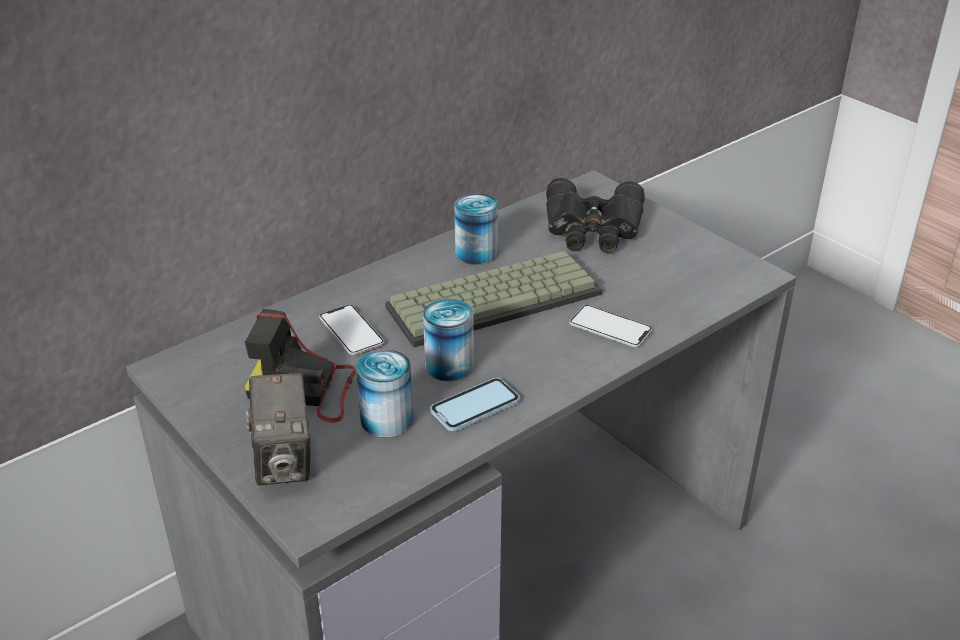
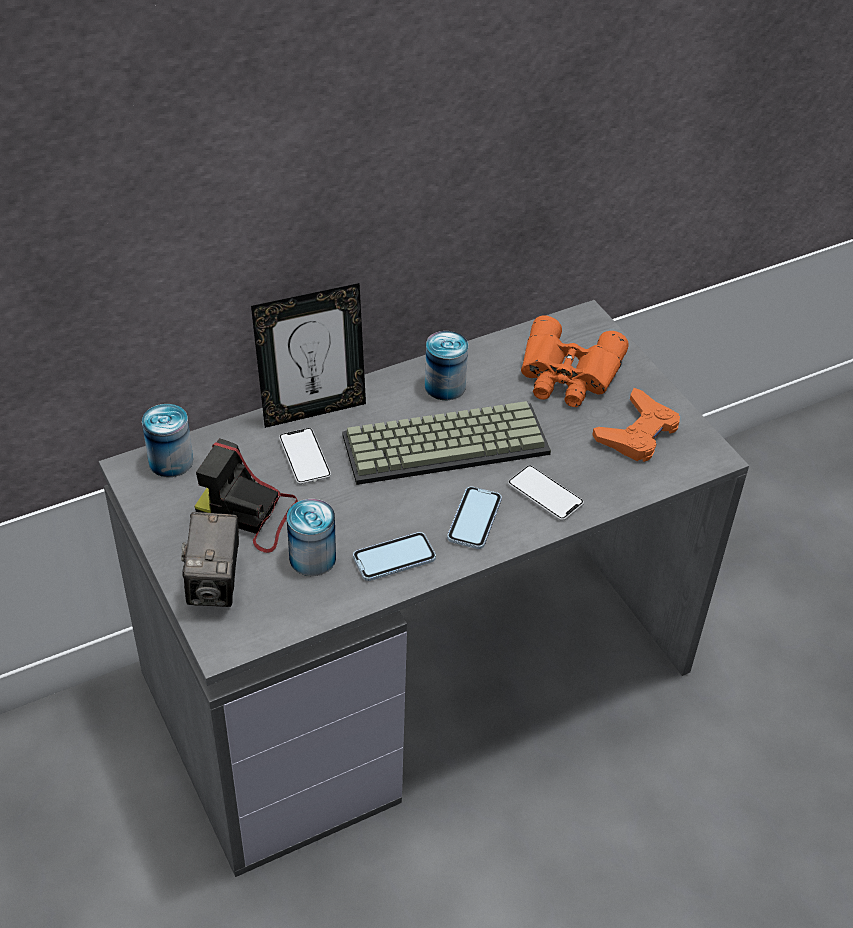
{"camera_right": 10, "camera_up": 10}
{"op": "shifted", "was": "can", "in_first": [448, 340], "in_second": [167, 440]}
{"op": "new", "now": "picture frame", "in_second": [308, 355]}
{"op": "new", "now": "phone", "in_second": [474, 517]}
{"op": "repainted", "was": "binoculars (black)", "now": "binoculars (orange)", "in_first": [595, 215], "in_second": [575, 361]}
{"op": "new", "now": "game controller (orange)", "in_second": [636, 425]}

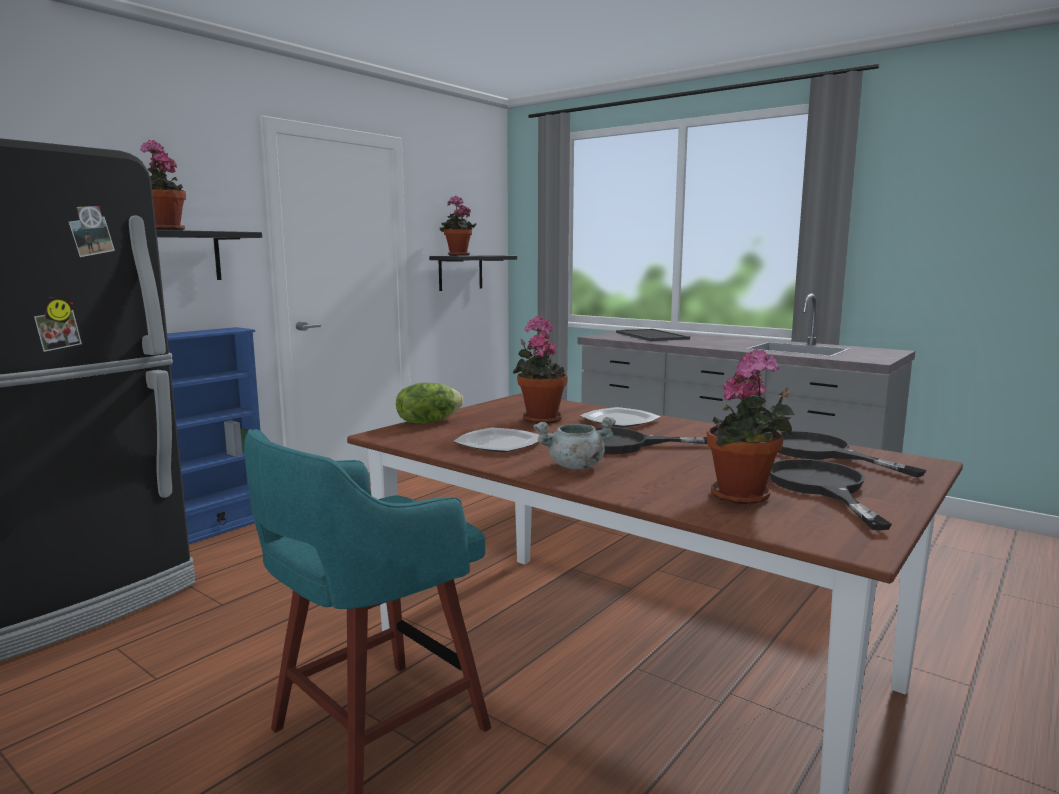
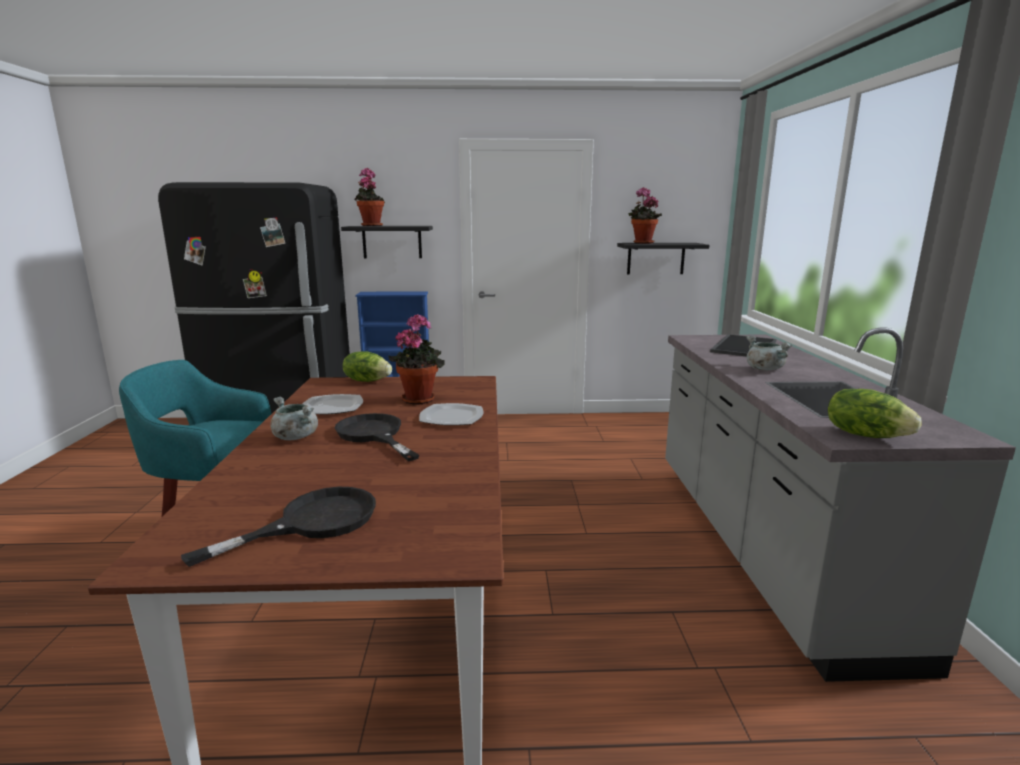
{"camera_right": 50, "camera_up": 5}
{"op": "new", "now": "cooking pot (grey)", "in_second": [769, 353]}
{"op": "new", "now": "lettuce", "in_second": [875, 413]}
{"op": "gone", "was": "potted plant", "in_first": [750, 427]}
{"op": "gone", "was": "frying pan (black)", "in_first": [852, 454]}

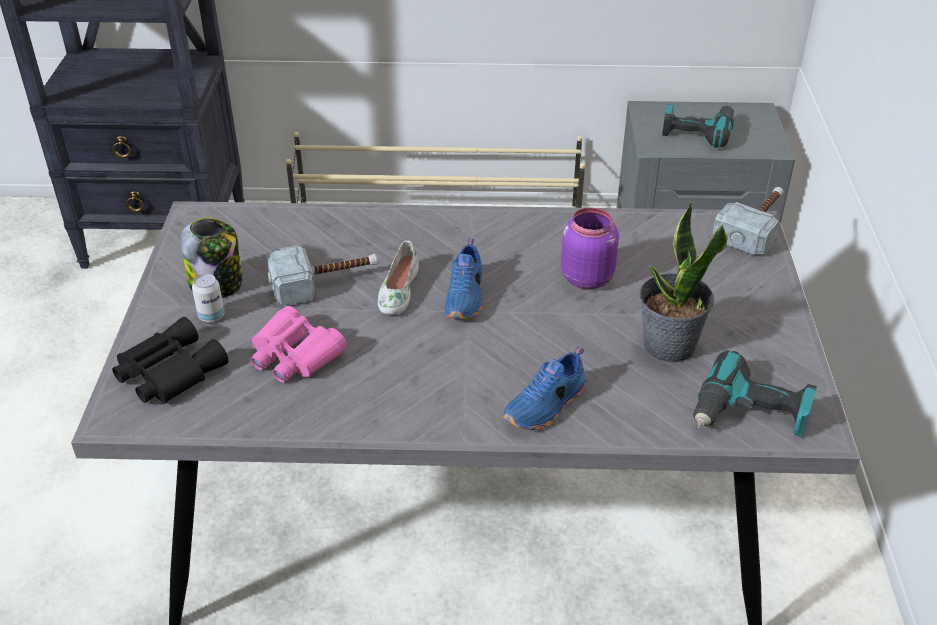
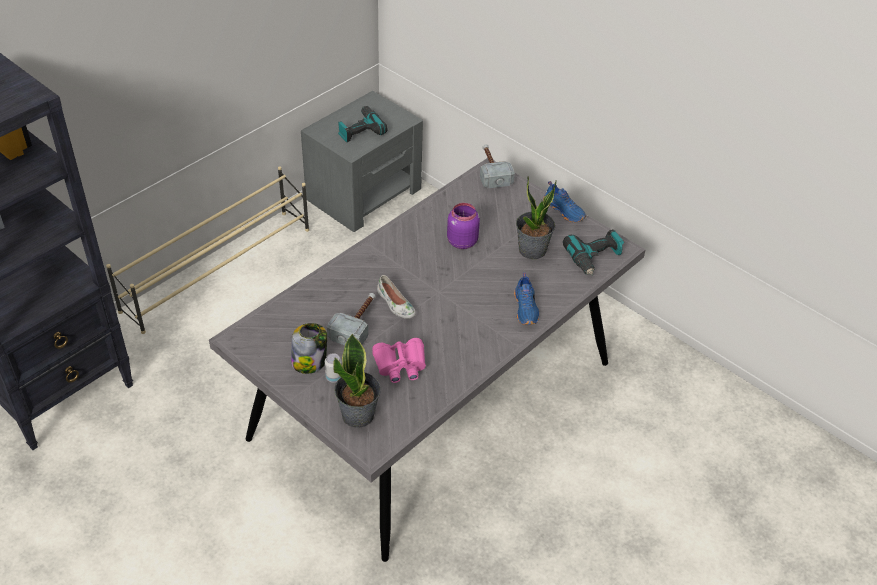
{"camera_right": -50, "camera_up": 5}
{"op": "swapped", "was": "binoculars (black)", "now": "potted plant", "in_first": [170, 360], "in_second": [357, 380]}
{"op": "shifted", "was": "shoe (blue)", "in_first": [463, 278], "in_second": [564, 202]}

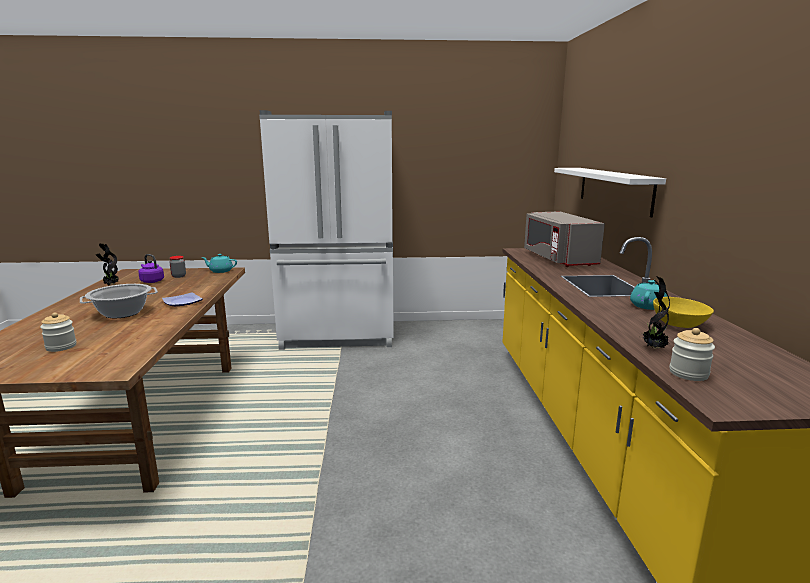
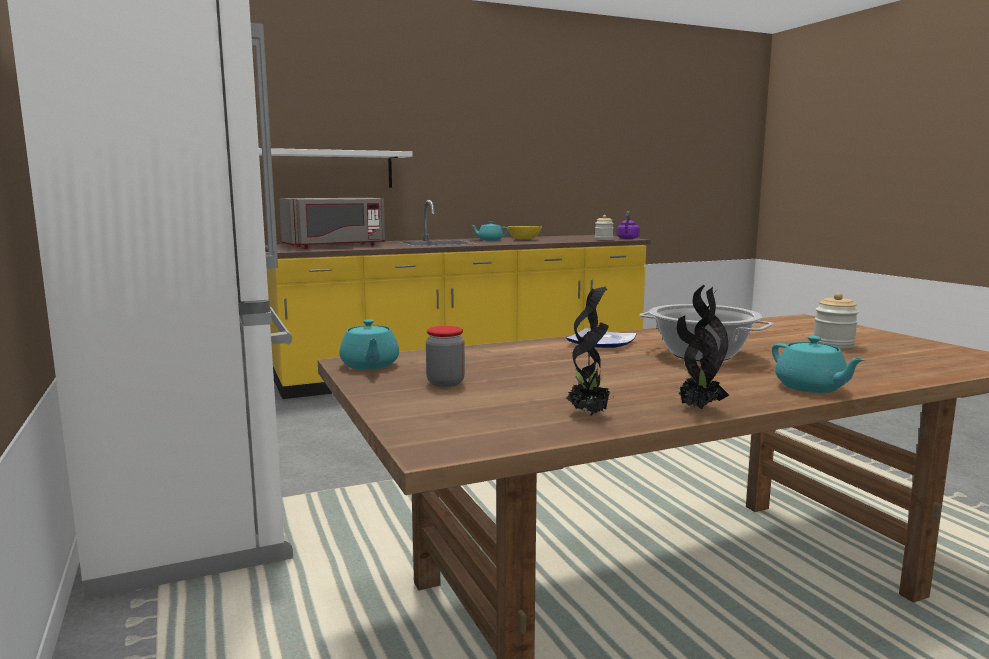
{"camera_right": -110, "camera_up": -5}
{"op": "shifted", "was": "kettle (purple)", "in_first": [151, 268], "in_second": [628, 225]}
{"op": "shifted", "was": "potted plant", "in_first": [656, 312], "in_second": [703, 347]}
{"op": "new", "now": "teapot (turquoise)", "in_second": [818, 364]}

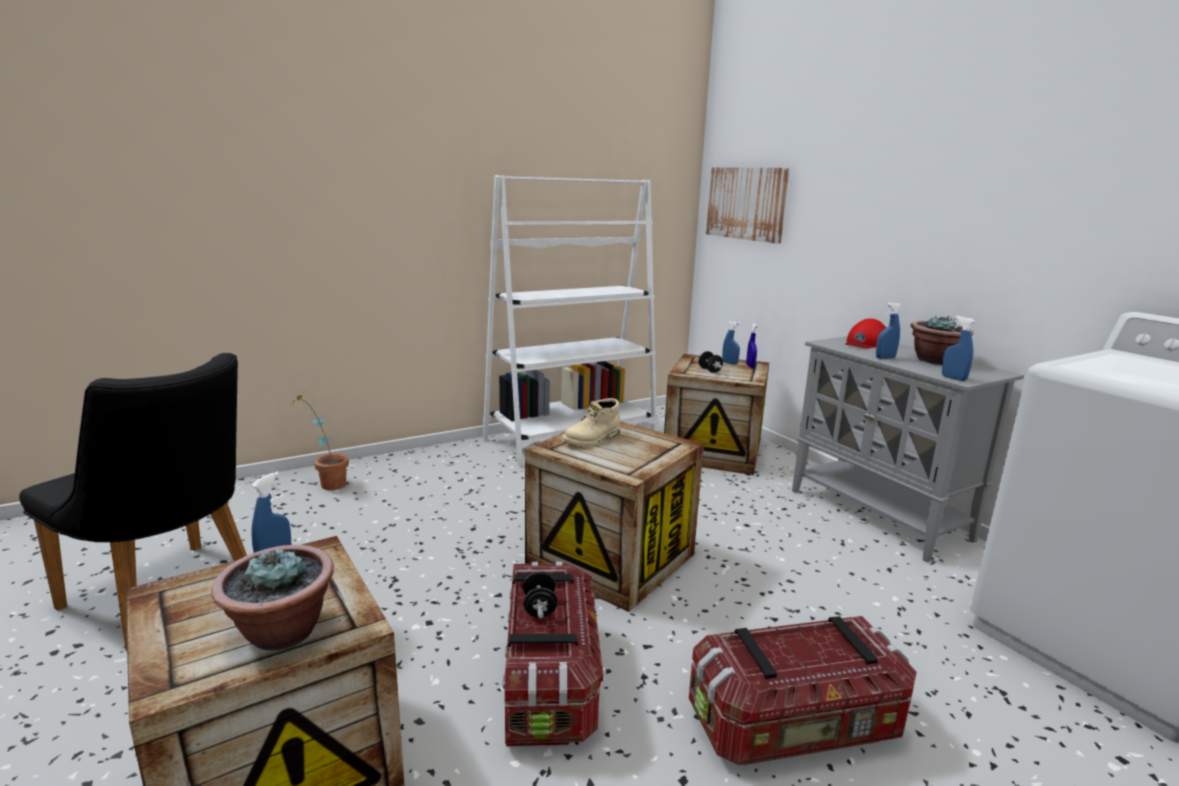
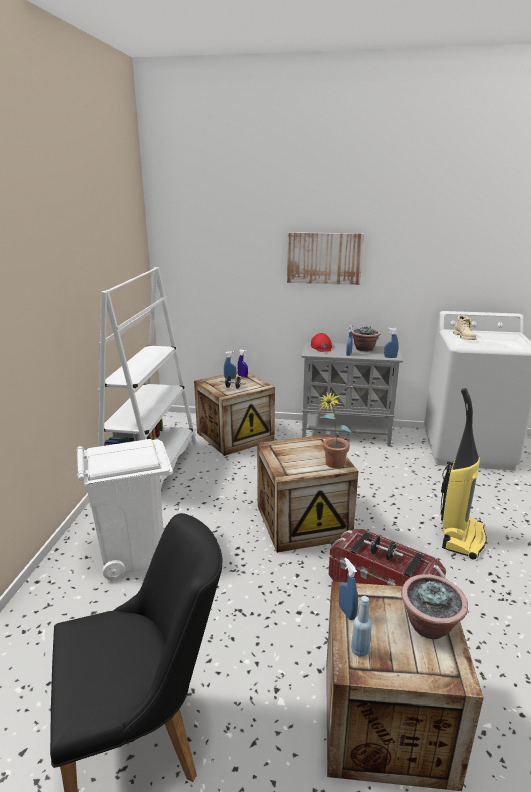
{"camera_right": -50, "camera_up": 5}
{"op": "new", "now": "trash can (white)", "in_second": [124, 509]}
{"op": "shifted", "was": "picture", "in_first": [747, 205], "in_second": [325, 258]}
{"op": "shifted", "was": "potted plant", "in_first": [319, 439], "in_second": [334, 429]}
{"op": "new", "now": "bottle (blue)", "in_second": [361, 626]}
{"op": "swapped", "was": "storage box", "now": "vacuum cleaner", "in_first": [803, 690], "in_second": [463, 474]}
{"op": "shifted", "was": "boot (beige)", "in_first": [591, 422], "in_second": [465, 327]}

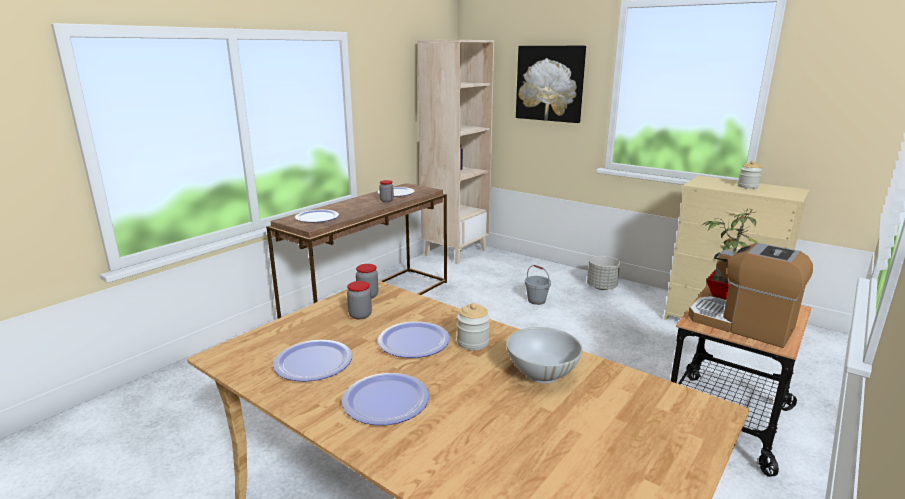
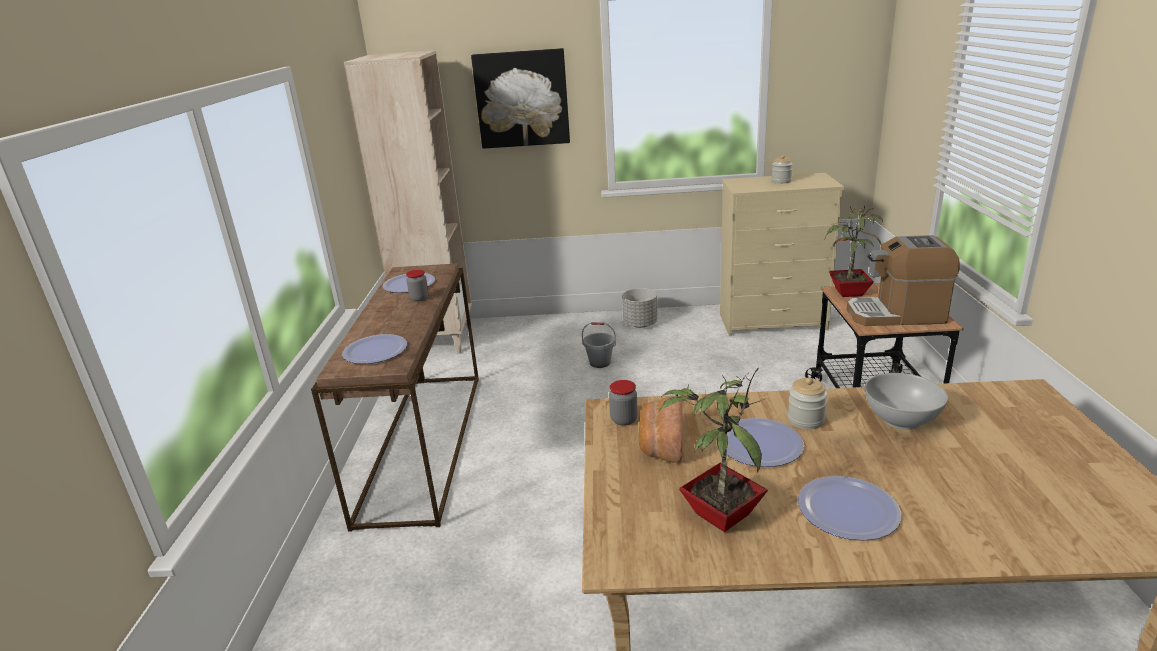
{"camera_right": -35, "camera_up": 5}
{"op": "swapped", "was": "jar", "now": "bread", "in_first": [359, 300], "in_second": [661, 430]}
{"op": "swapped", "was": "plate", "now": "potted plant", "in_first": [312, 361], "in_second": [713, 450]}

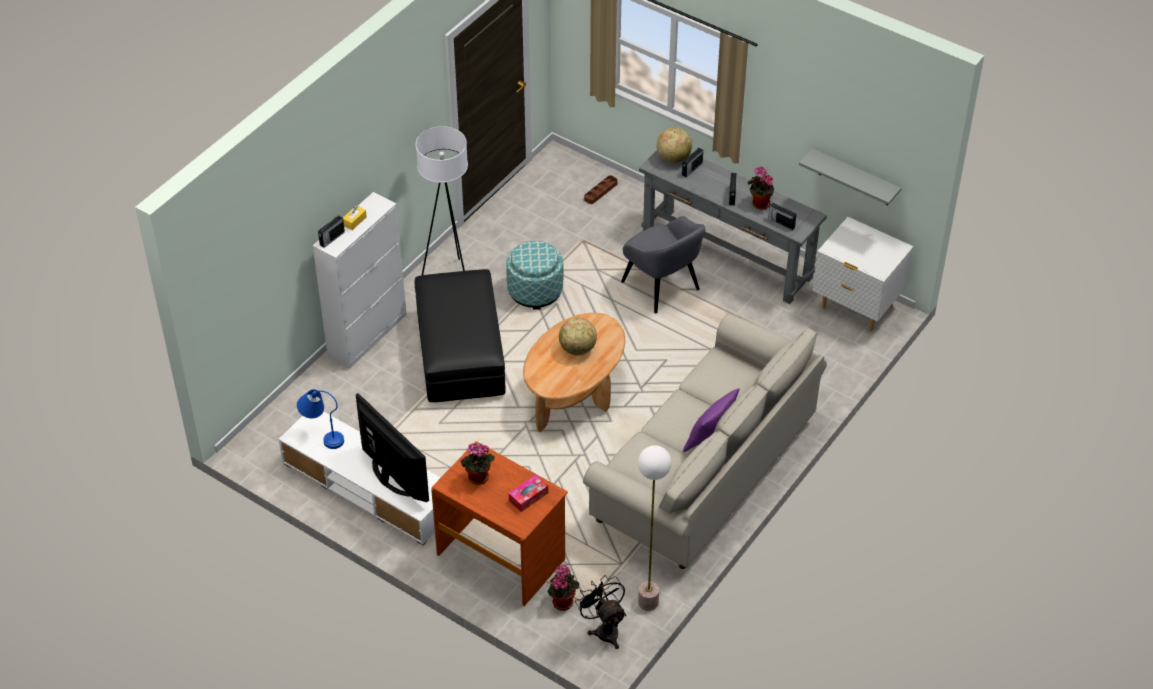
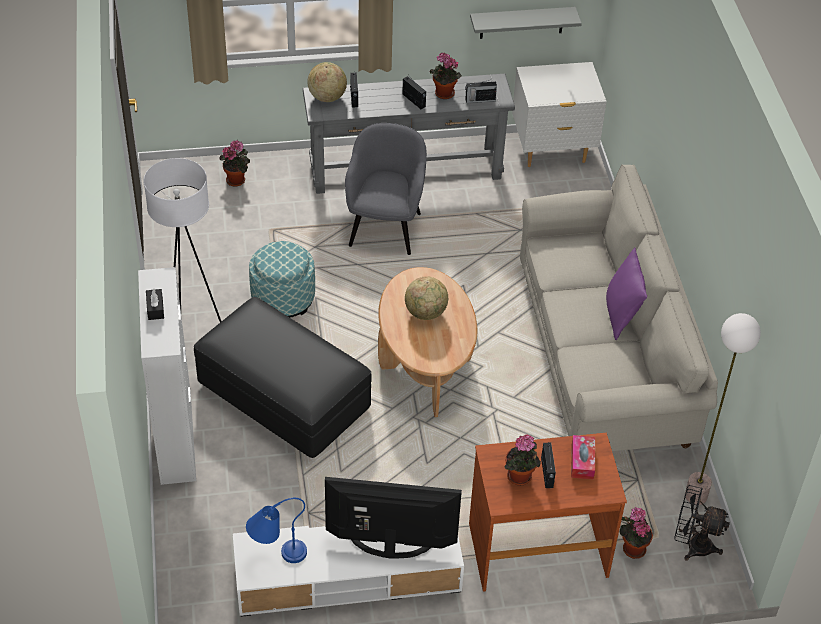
{"camera_right": -45, "camera_up": 0}
{"op": "repainted", "was": "tissue box (yellow)", "now": "tissue box (black)", "in_first": [355, 217], "in_second": [155, 304]}
{"op": "swapped", "was": "tray (brown)", "now": "potted plant", "in_first": [600, 189], "in_second": [234, 163]}
{"op": "rotated", "was": "armchair (grey)", "in_first": [663, 264], "in_second": [386, 189], "clockwise": -90}
{"op": "shifted", "was": "radio", "in_first": [331, 232], "in_second": [548, 465]}

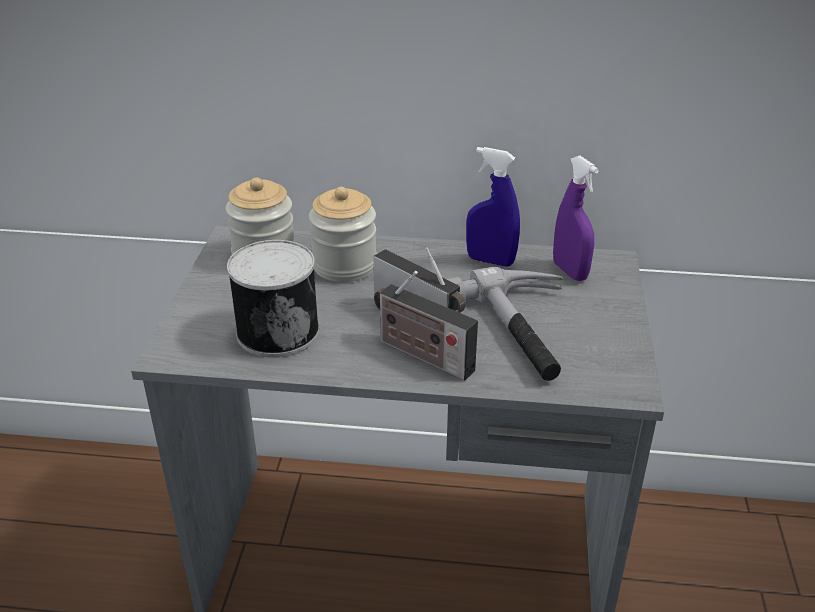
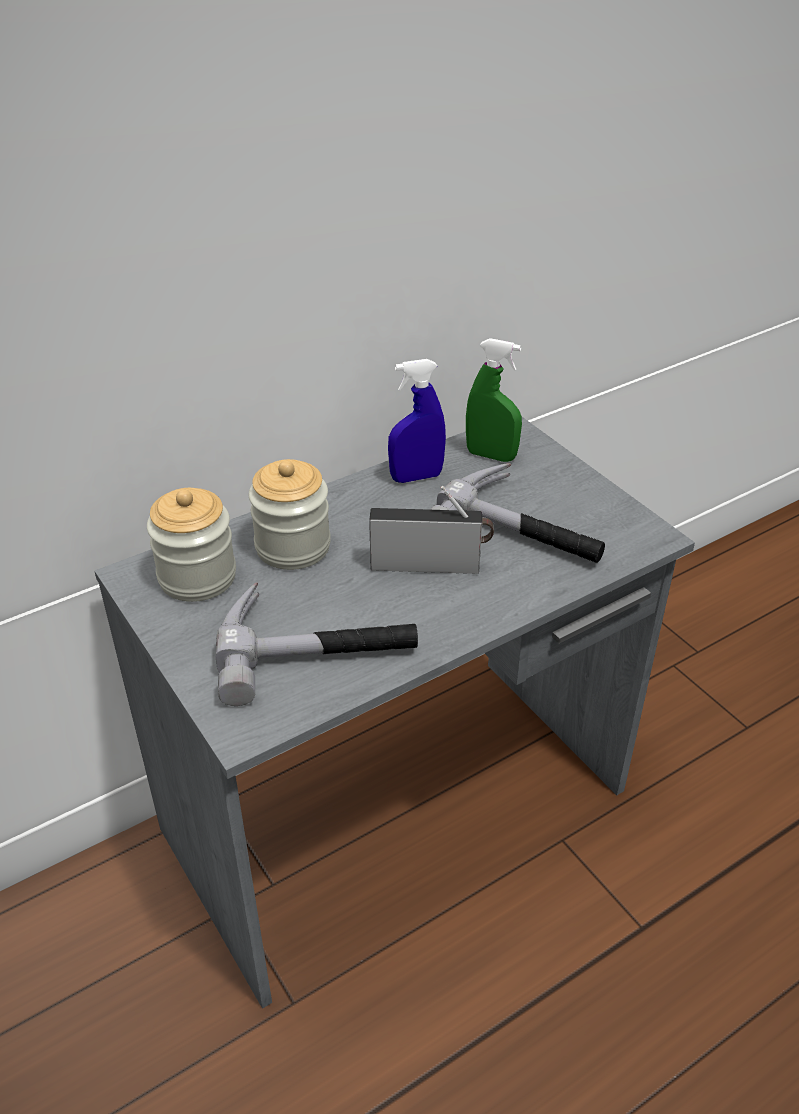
{"camera_right": -40, "camera_up": 5}
{"op": "swapped", "was": "can", "now": "hammer", "in_first": [273, 299], "in_second": [317, 644]}
{"op": "repainted", "was": "spray bottle (purple)", "now": "spray bottle (green)", "in_first": [576, 218], "in_second": [494, 400]}
{"op": "gone", "was": "radio", "in_first": [426, 326]}

